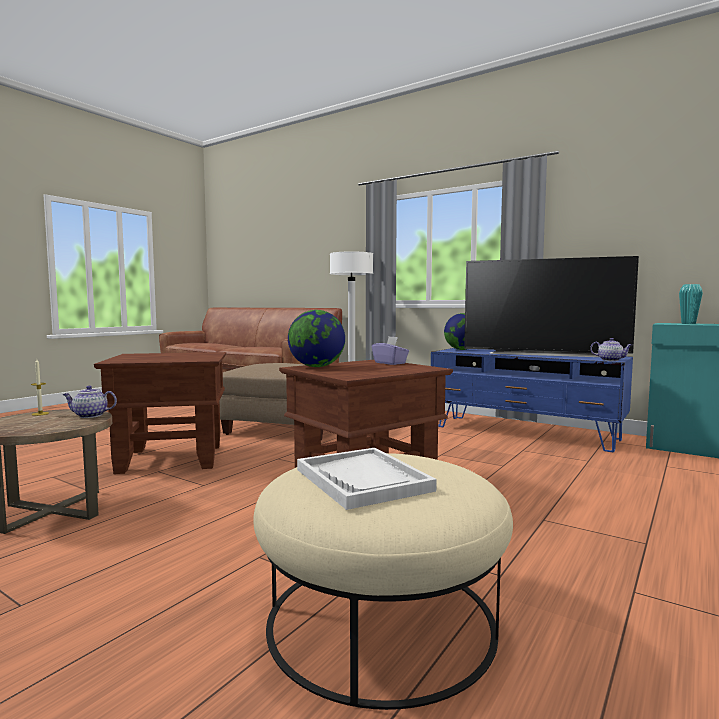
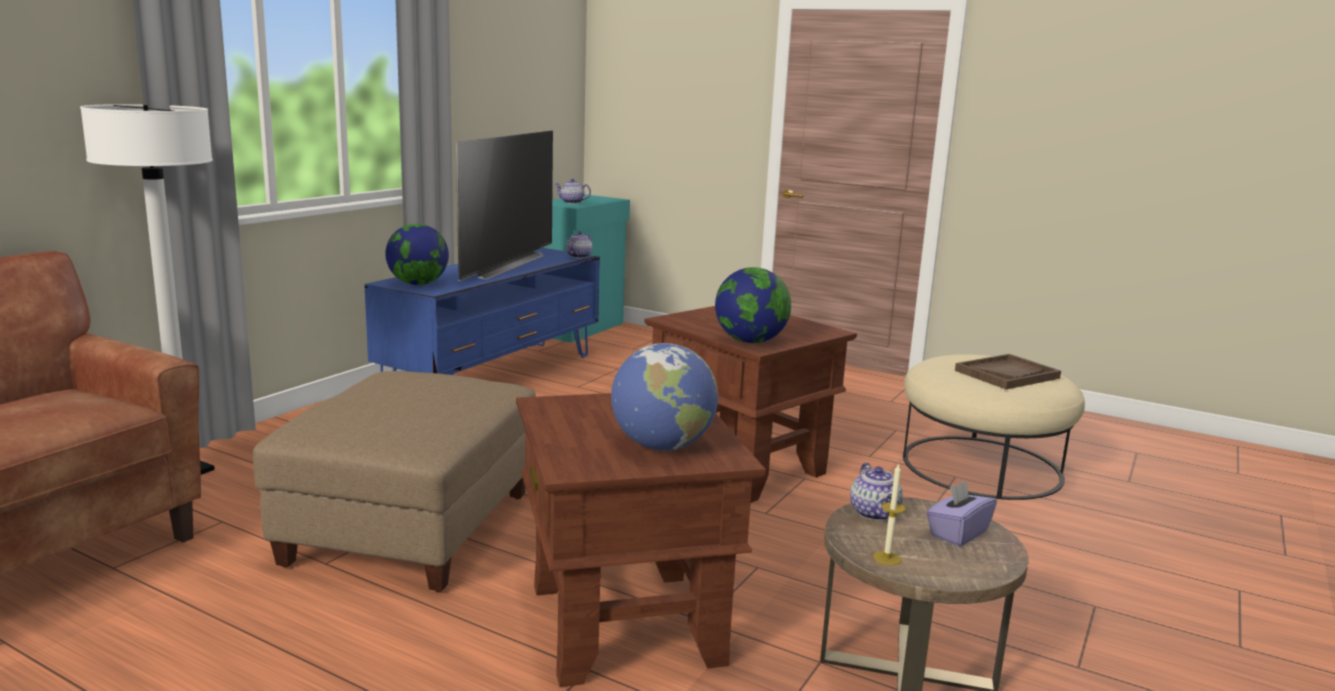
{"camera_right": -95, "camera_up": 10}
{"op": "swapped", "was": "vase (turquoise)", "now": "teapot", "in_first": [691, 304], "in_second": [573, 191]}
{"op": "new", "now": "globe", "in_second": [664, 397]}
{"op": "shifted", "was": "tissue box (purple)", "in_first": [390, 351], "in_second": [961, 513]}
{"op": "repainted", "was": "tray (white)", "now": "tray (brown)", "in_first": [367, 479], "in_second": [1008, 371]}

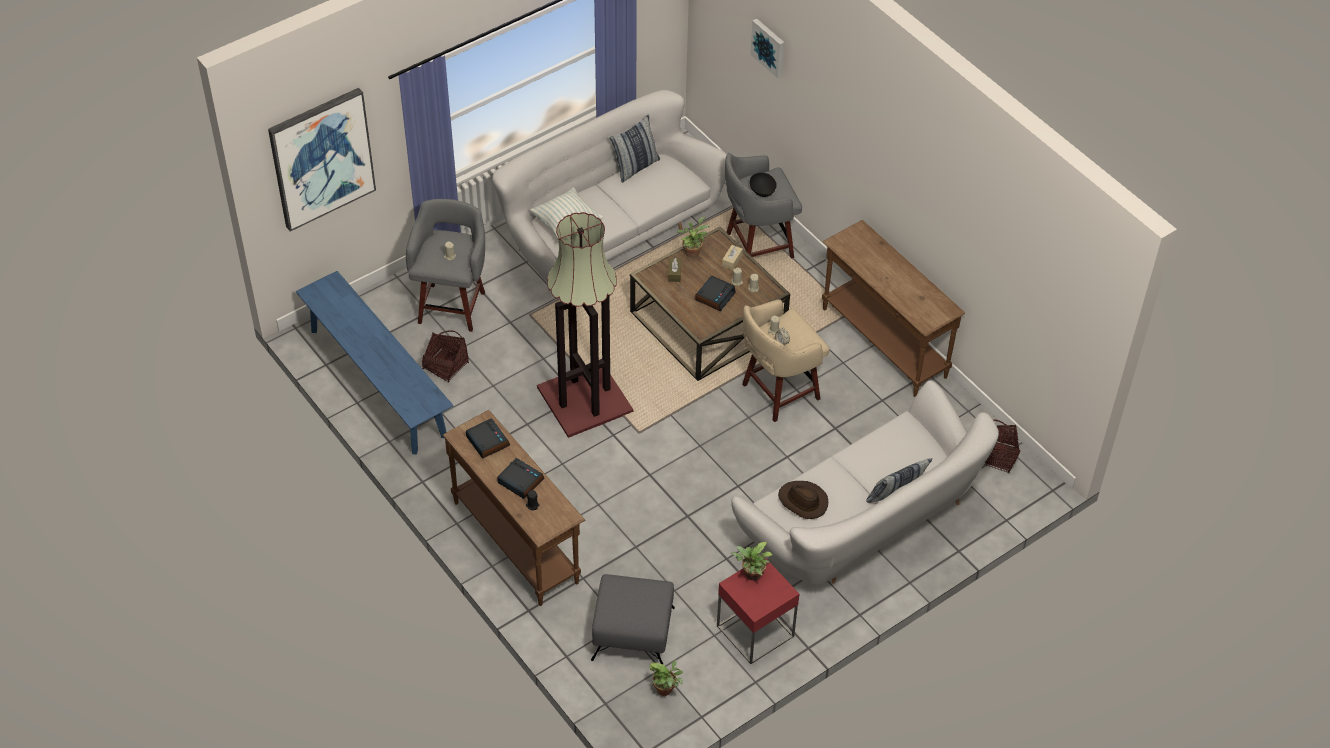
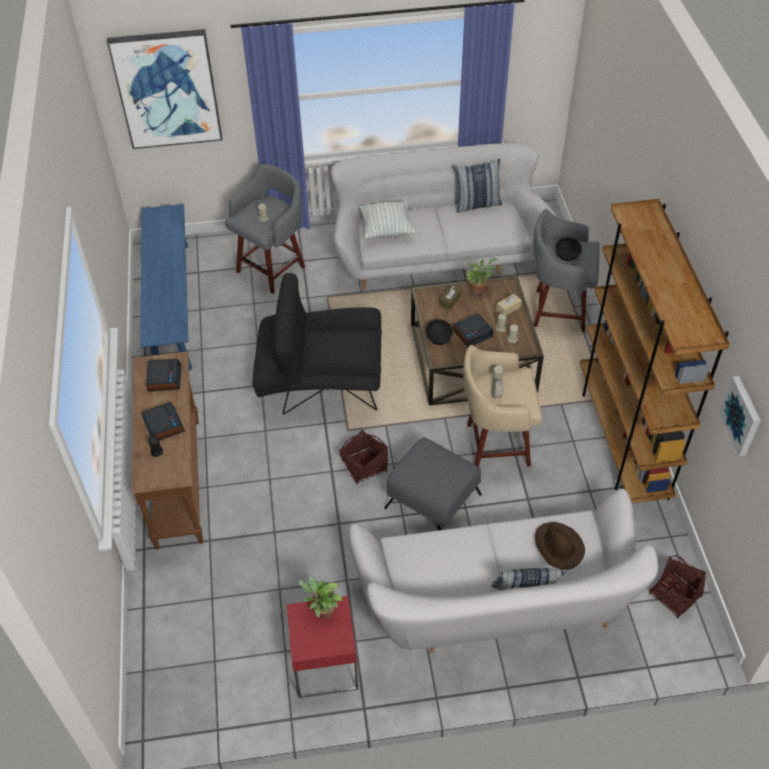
{"camera_right": 30, "camera_up": 0}
{"op": "swapped", "was": "floor lamp", "now": "armchair (black)", "in_first": [585, 325], "in_second": [317, 344]}
{"op": "shifted", "was": "basket", "in_first": [445, 356], "in_second": [363, 457]}
{"op": "shifted", "was": "ottoman (grey)", "in_first": [633, 619], "in_second": [433, 483]}
{"op": "new", "now": "bowl (black)", "in_second": [439, 332]}
{"op": "shifted", "was": "hat (brown)", "in_first": [803, 500], "in_second": [560, 546]}
{"op": "swapped", "was": "console table (brown)", "now": "bookcase (brown)", "in_first": [893, 308], "in_second": [655, 351]}
{"op": "shifted", "was": "picture", "in_first": [767, 48], "in_second": [740, 416]}
{"op": "gone", "was": "potted plant", "in_first": [666, 678]}

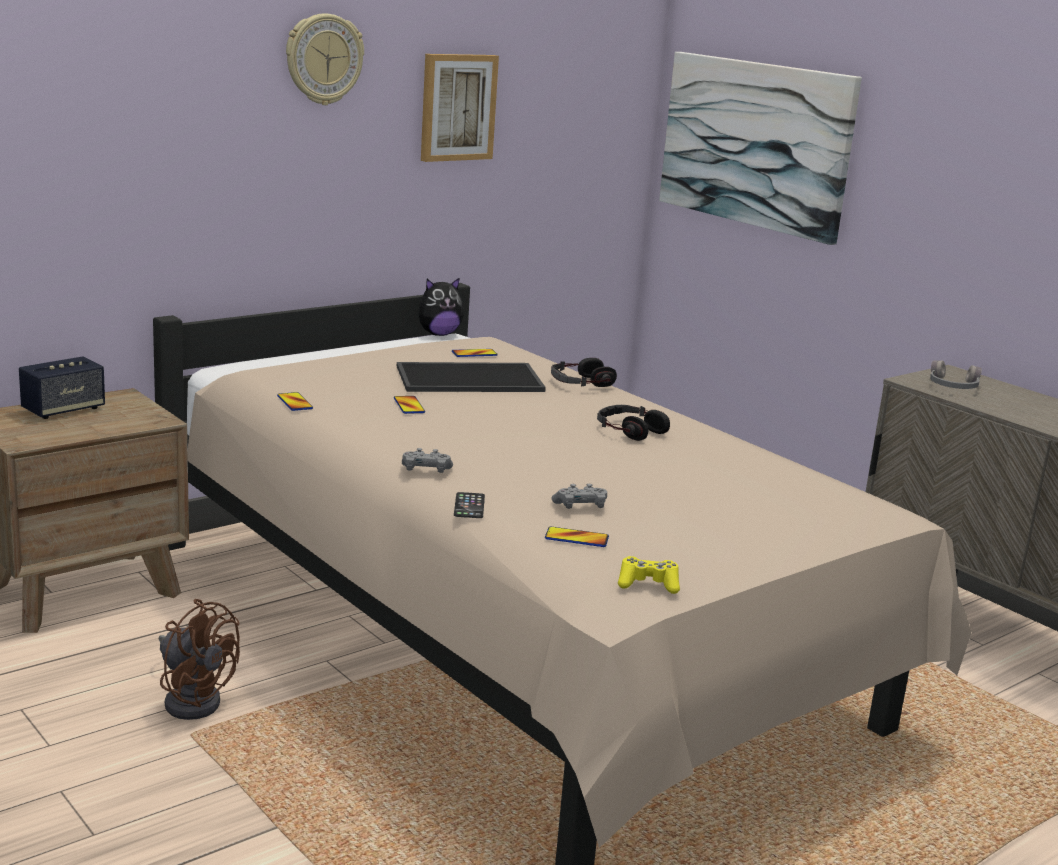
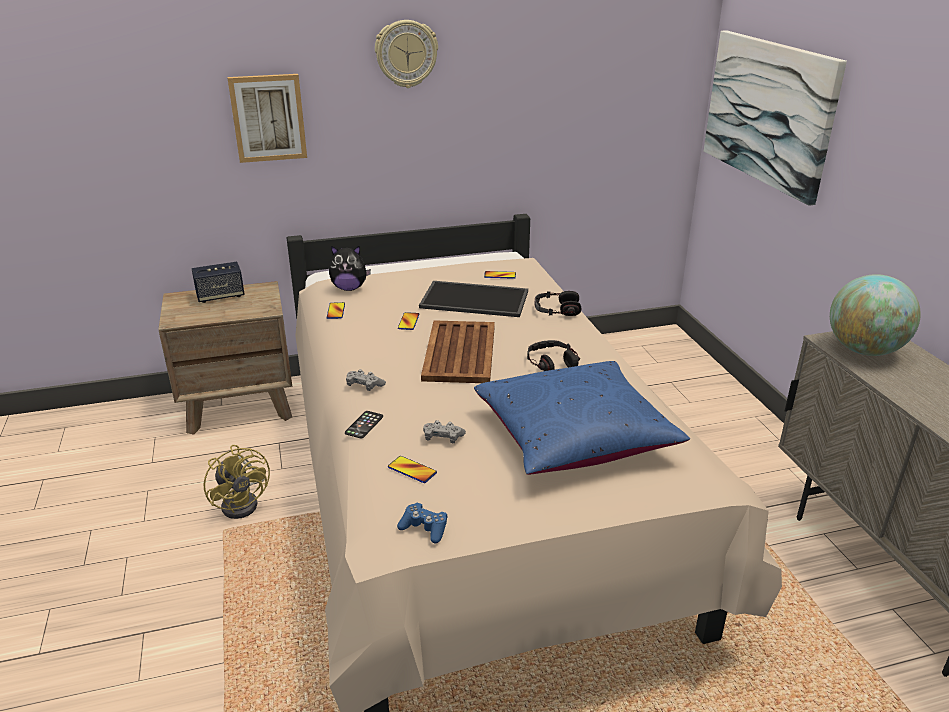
{"camera_right": 25, "camera_up": 10}
{"op": "repainted", "was": "fan (brown)", "now": "fan (yellow)", "in_first": [199, 659], "in_second": [236, 482]}
{"op": "shifted", "was": "picture", "in_first": [460, 108], "in_second": [267, 118]}
{"op": "shifted", "was": "plush toy", "in_first": [441, 306], "in_second": [350, 268]}
{"op": "repainted", "was": "game controller (yellow)", "now": "game controller (blue)", "in_first": [649, 575], "in_second": [422, 523]}
{"op": "new", "now": "tray (brown)", "in_second": [458, 351]}
{"op": "new", "now": "pillow (blue)", "in_second": [582, 418]}
{"op": "swapped", "was": "headphones (grey)", "now": "globe", "in_first": [956, 374], "in_second": [875, 315]}

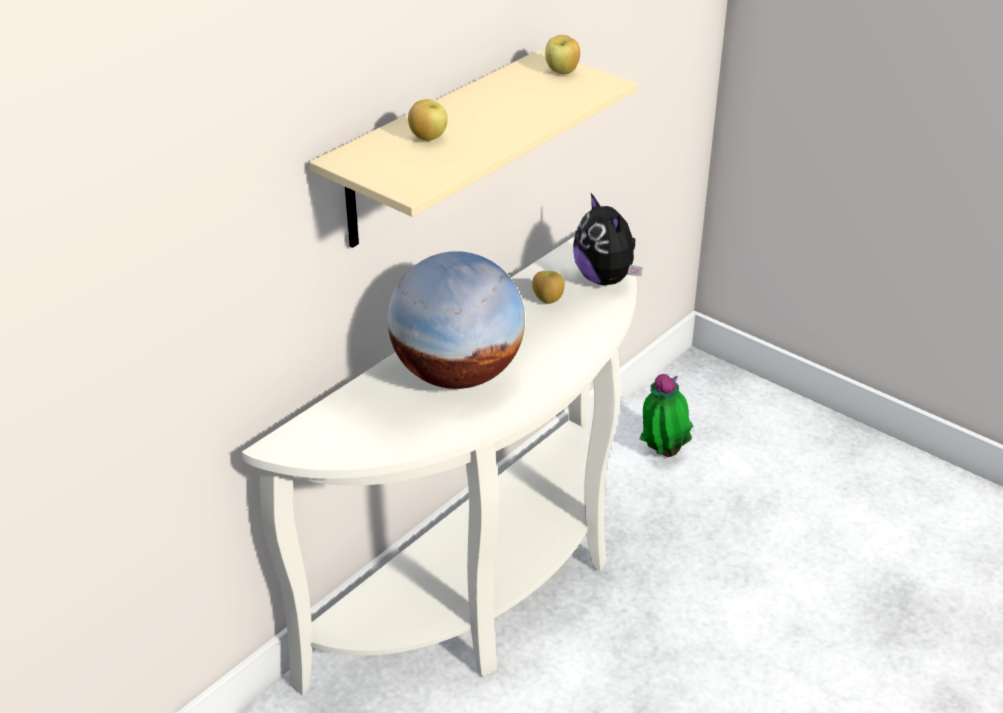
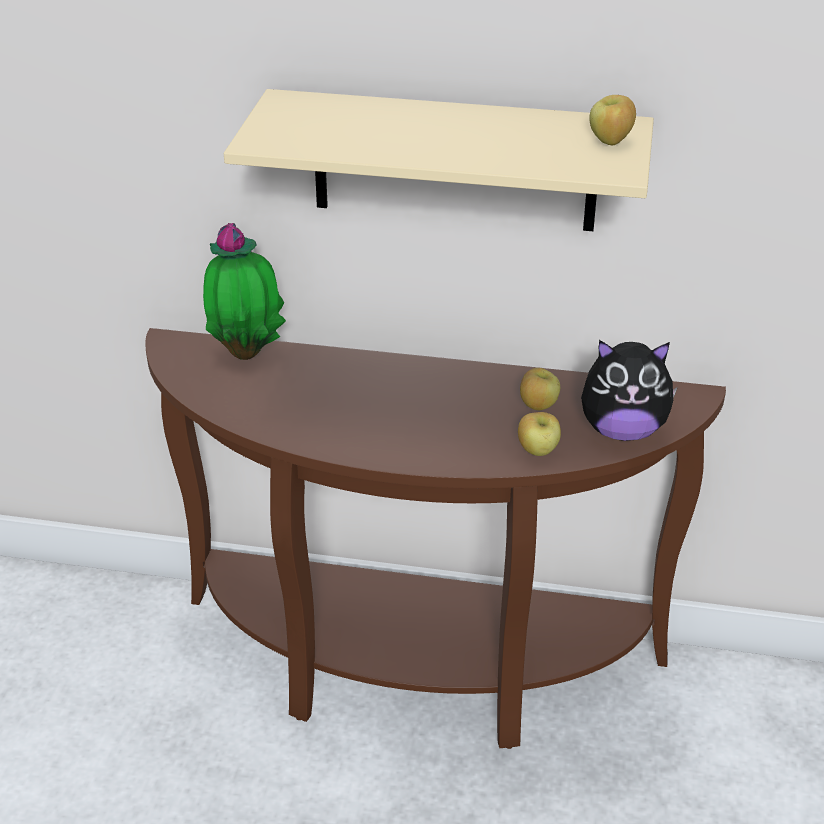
{"camera_right": 60, "camera_up": 0}
{"op": "repainted", "was": "console table (white)", "now": "console table (brown)", "in_first": [439, 465], "in_second": [435, 538]}
{"op": "shifted", "was": "potted plant", "in_first": [666, 415], "in_second": [244, 291]}
{"op": "shifted", "was": "apple", "in_first": [428, 120], "in_second": [539, 434]}
{"op": "rotated", "was": "plush toy", "in_first": [608, 239], "in_second": [629, 390], "clockwise": -120}
{"op": "gone", "was": "globe", "in_first": [456, 320]}

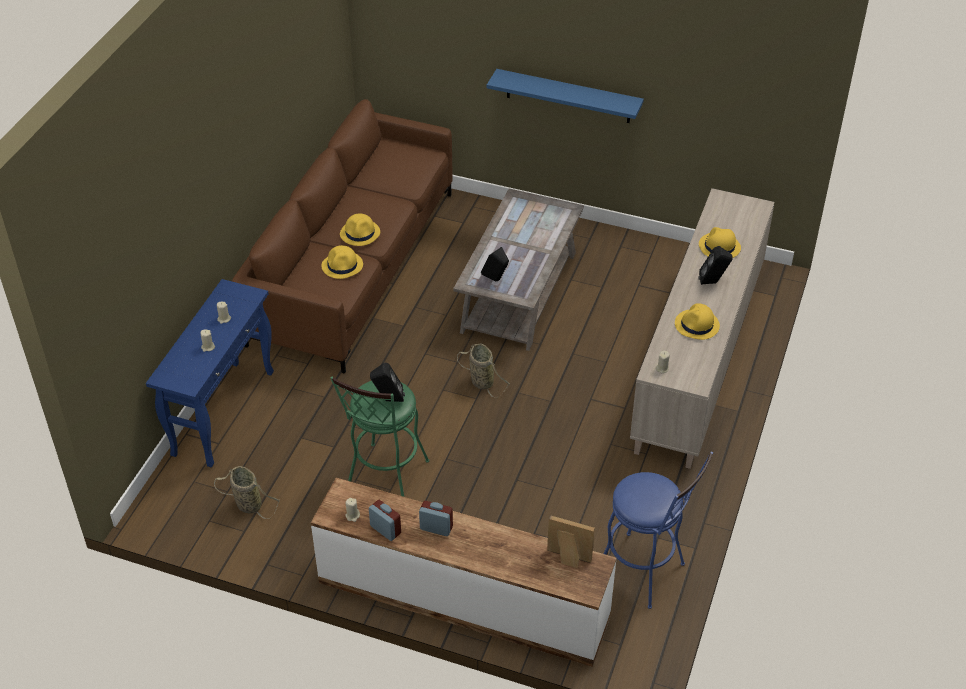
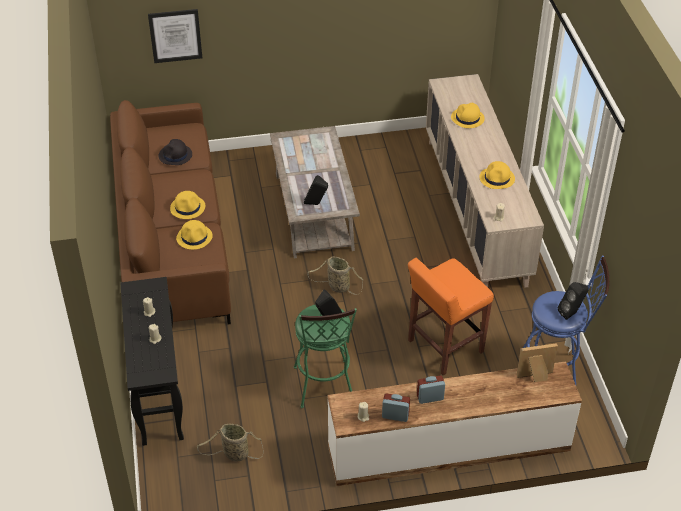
{"camera_right": -30, "camera_up": 0}
{"op": "repainted", "was": "console table (blue)", "now": "console table (black)", "in_first": [210, 373], "in_second": [152, 361]}
{"op": "new", "now": "picture", "in_second": [175, 36]}
{"op": "new", "now": "hat (black)", "in_second": [175, 152]}
{"op": "new", "now": "stool (orange)", "in_second": [451, 316]}
{"op": "shifted", "was": "speaker (black)", "in_first": [715, 265], "in_second": [573, 301]}
{"op": "gone", "was": "shelf (blue)", "in_first": [565, 96]}

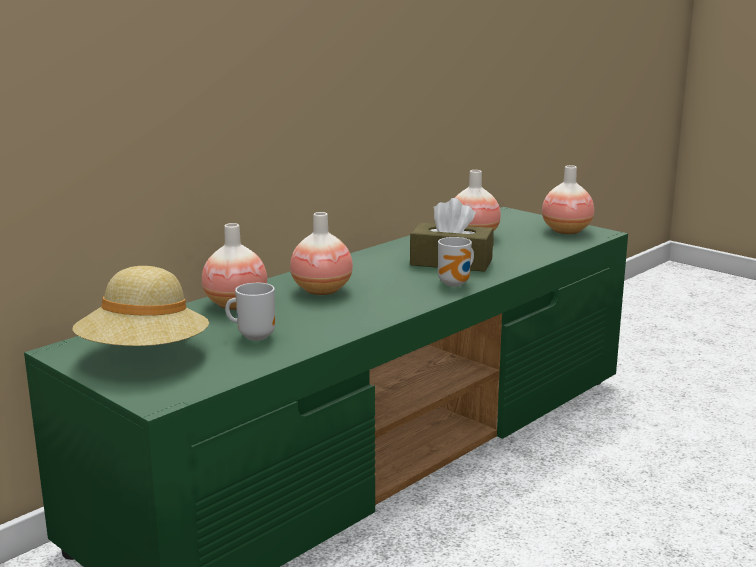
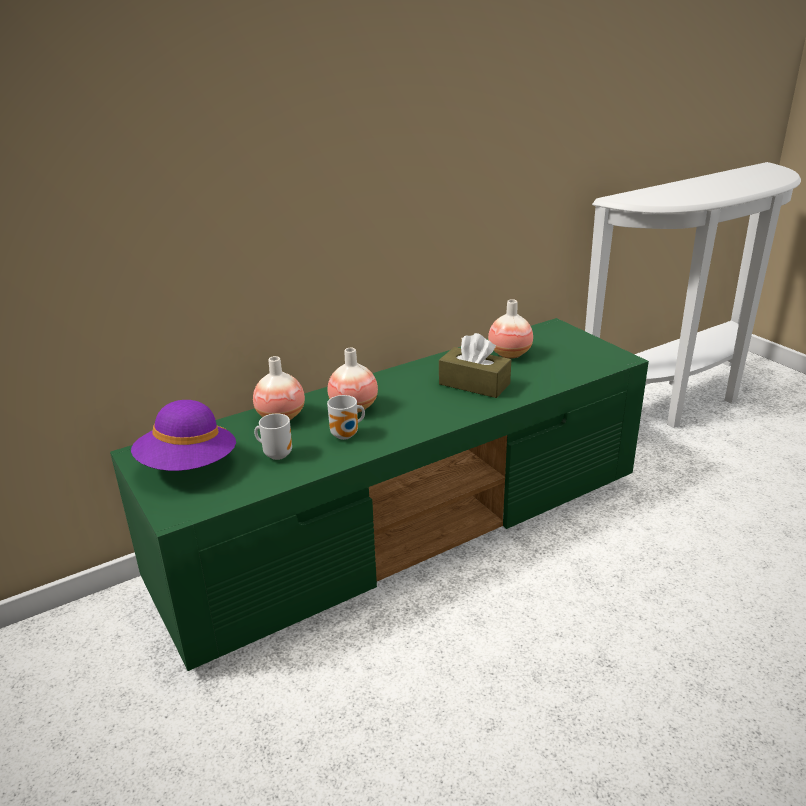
{"camera_right": 15, "camera_up": 10}
{"op": "repainted", "was": "hat (beige)", "now": "hat (purple)", "in_first": [141, 306], "in_second": [183, 435]}
{"op": "shifted", "was": "mug", "in_first": [456, 262], "in_second": [346, 417]}
{"op": "new", "now": "console table (white)", "in_second": [693, 295]}
{"op": "gone", "was": "vase", "in_first": [568, 199]}

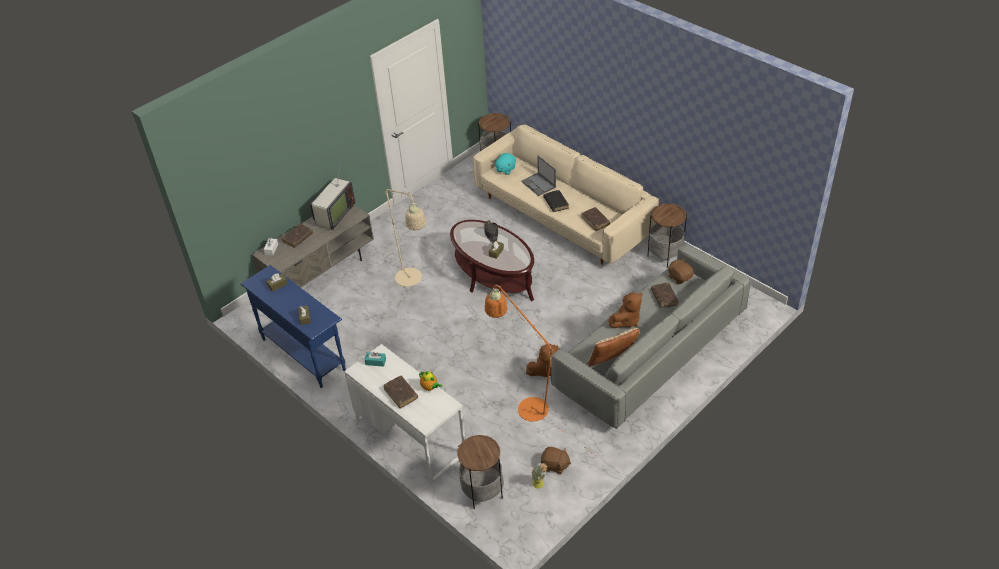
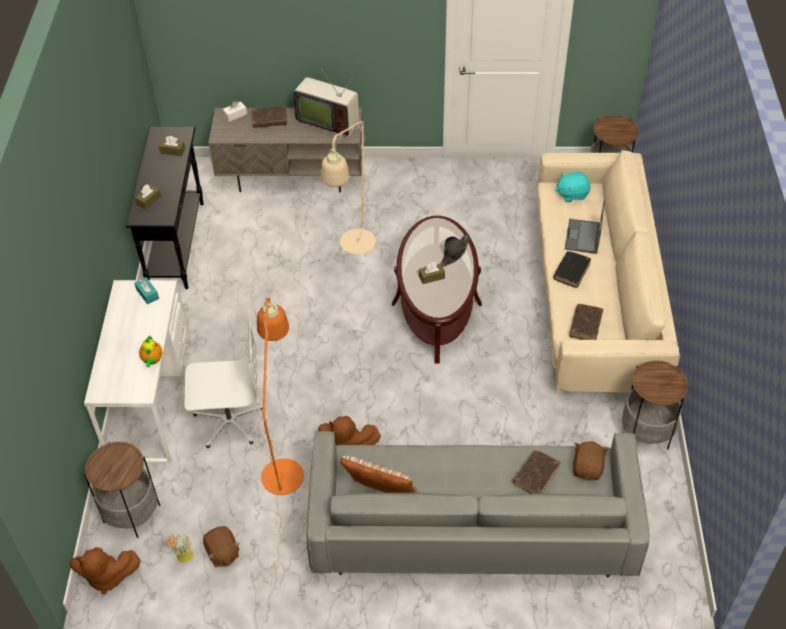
{"camera_right": 45, "camera_up": 5}
{"op": "shifted", "was": "plush toy (brown)", "in_first": [626, 310], "in_second": [105, 571]}
{"op": "repainted", "was": "console table (blue)", "now": "console table (black)", "in_first": [293, 326], "in_second": [165, 207]}
{"op": "new", "now": "office chair (white)", "in_second": [225, 384]}
{"op": "rotated", "was": "television", "in_first": [332, 198], "in_second": [326, 101], "clockwise": 45}
{"op": "gone", "was": "book (brown)", "in_first": [401, 392]}

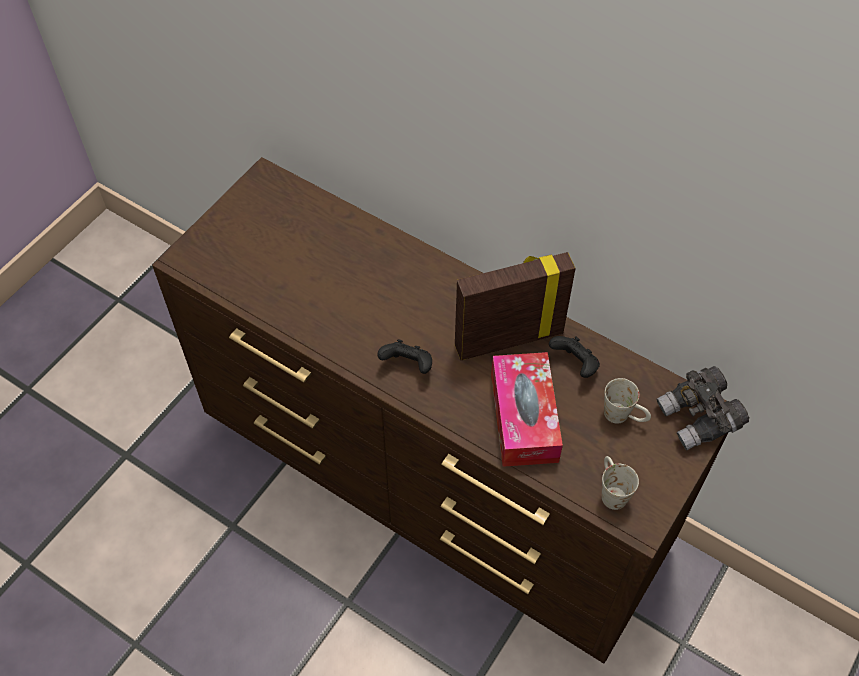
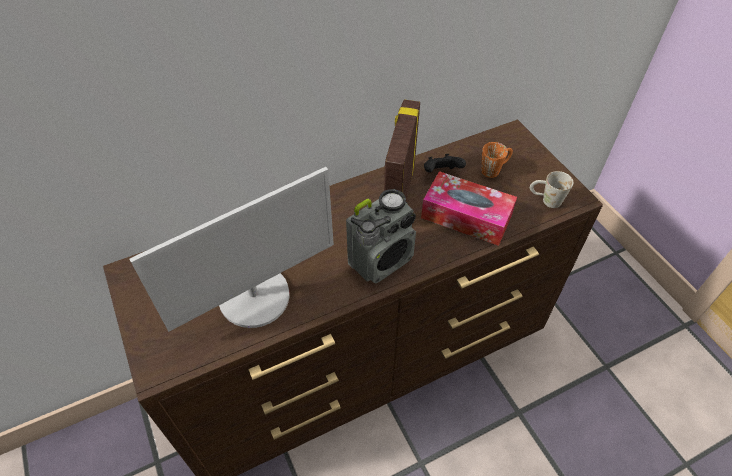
{"camera_right": -60, "camera_up": -5}
{"op": "new", "now": "monitor", "in_second": [232, 249]}
{"op": "swapped", "was": "game controller (black)", "now": "radio", "in_first": [404, 356], "in_second": [381, 236]}
{"op": "repainted", "was": "mug (white)", "now": "mug (orange)", "in_first": [627, 401], "in_second": [497, 160]}
{"op": "gone", "was": "binoculars (grey)", "in_first": [702, 408]}

